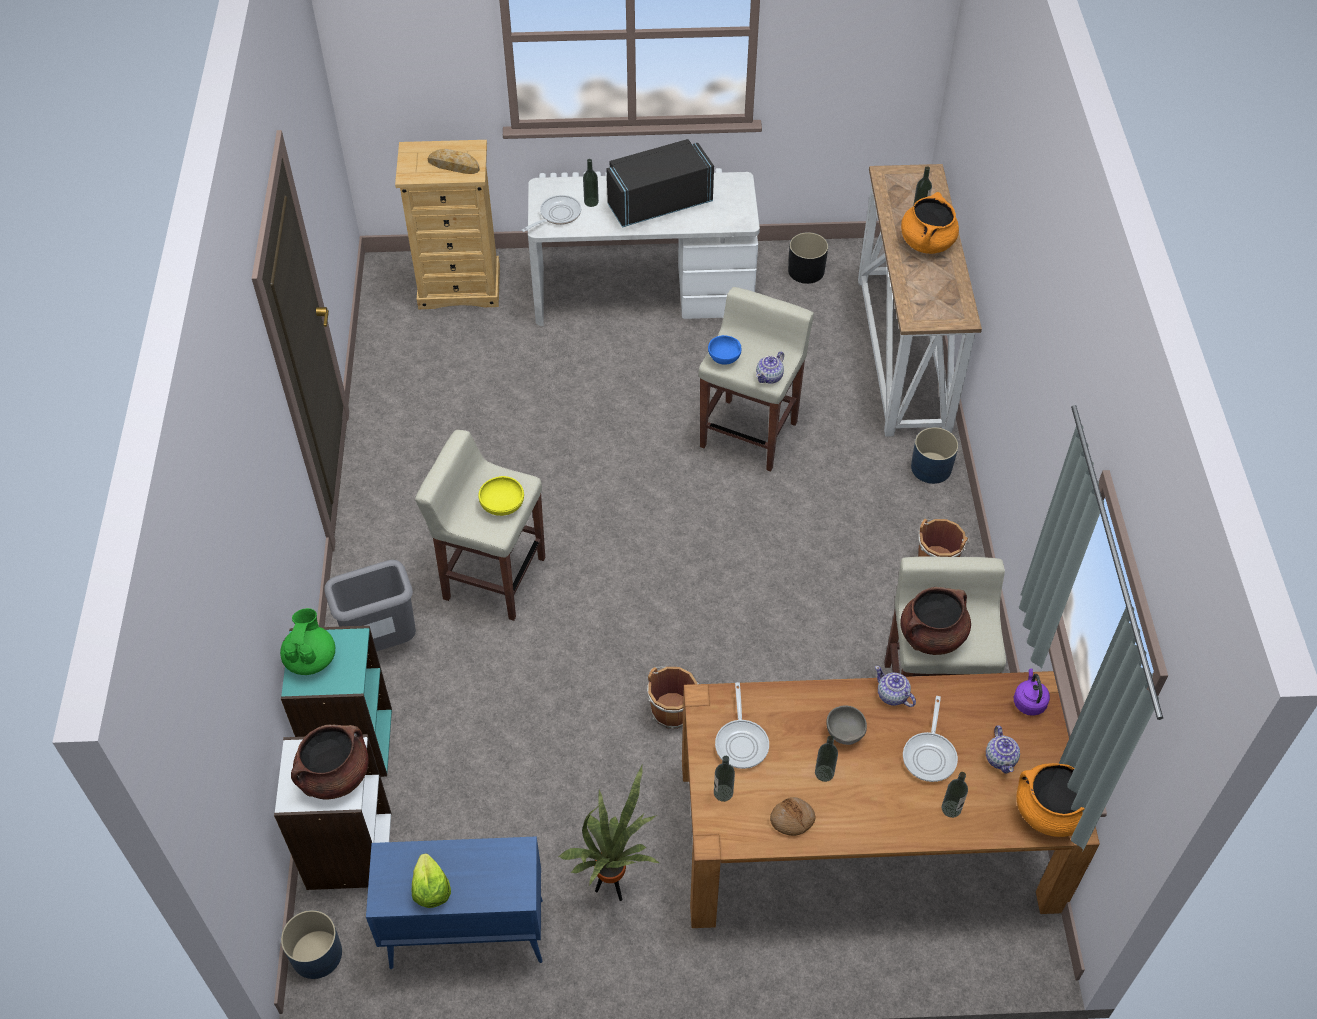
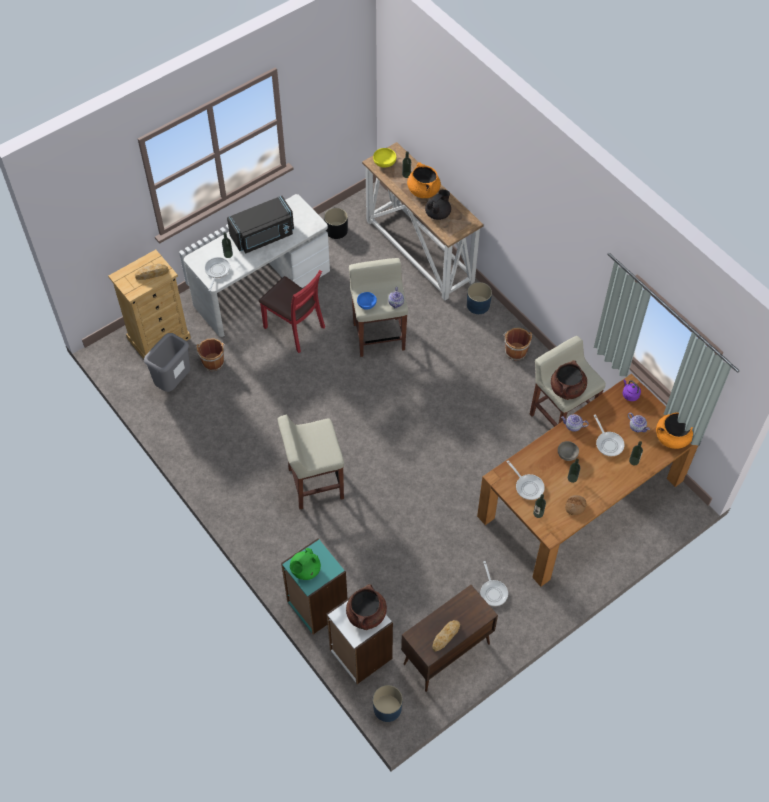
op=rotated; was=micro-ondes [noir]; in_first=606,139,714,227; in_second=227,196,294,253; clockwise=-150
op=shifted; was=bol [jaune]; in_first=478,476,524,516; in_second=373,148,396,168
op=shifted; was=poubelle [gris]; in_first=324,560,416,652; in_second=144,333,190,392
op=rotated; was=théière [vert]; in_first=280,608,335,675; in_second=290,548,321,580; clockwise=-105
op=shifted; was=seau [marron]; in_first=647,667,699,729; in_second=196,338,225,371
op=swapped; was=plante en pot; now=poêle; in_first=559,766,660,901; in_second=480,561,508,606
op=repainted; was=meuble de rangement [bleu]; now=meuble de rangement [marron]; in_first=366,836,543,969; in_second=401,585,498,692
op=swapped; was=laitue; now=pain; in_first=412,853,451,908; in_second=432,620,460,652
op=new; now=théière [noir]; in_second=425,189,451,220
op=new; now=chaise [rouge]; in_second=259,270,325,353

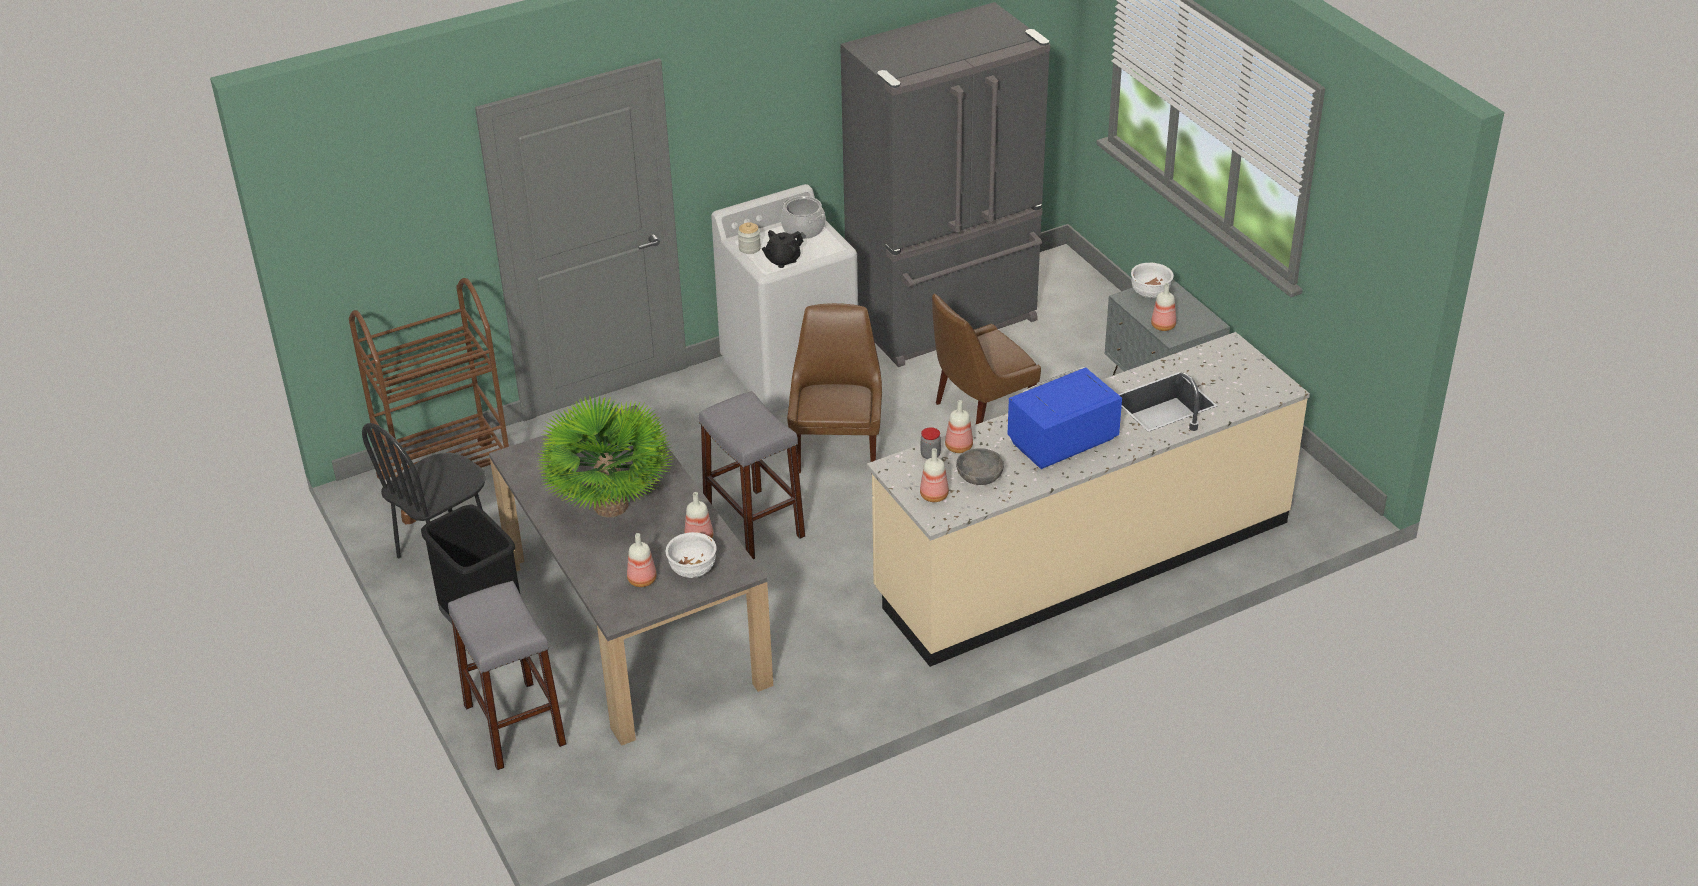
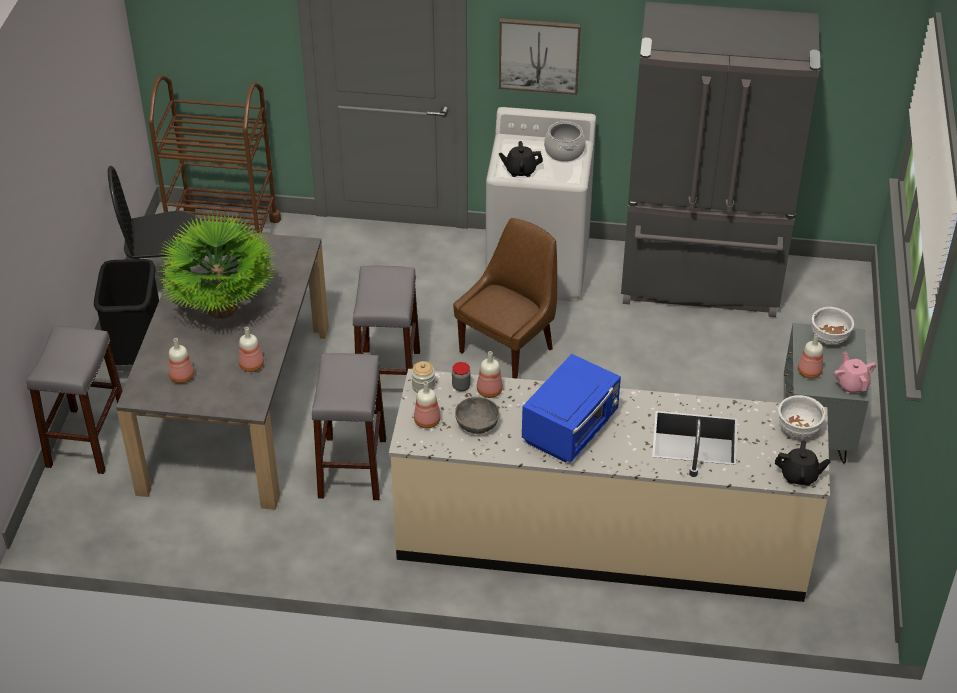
op=shifted; was=bocal; in_first=738,222,761,254; in_second=411,361,435,393
op=gone; was=chaise [marron]; in_first=932,293,1041,424
op=rotated; was=micro-ondes [bleu]; in_first=1007,367,1122,469; in_second=522,354,621,463; clockwise=120
op=shifted; was=bol [blanc]; in_first=665,532,717,578; in_second=778,395,825,438
op=new; now=tableau; in_second=499,18,581,95
op=new; now=théière [rose]; in_second=834,352,876,394
op=new; now=tabouret [gris]; in_second=312,353,386,500
op=new; now=théière [noir]; in_second=775,440,830,486

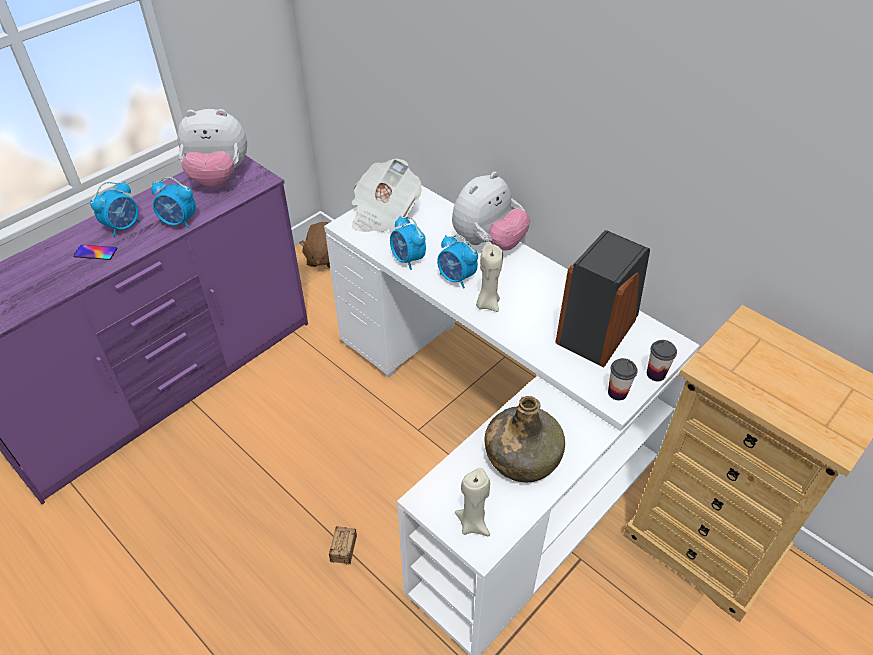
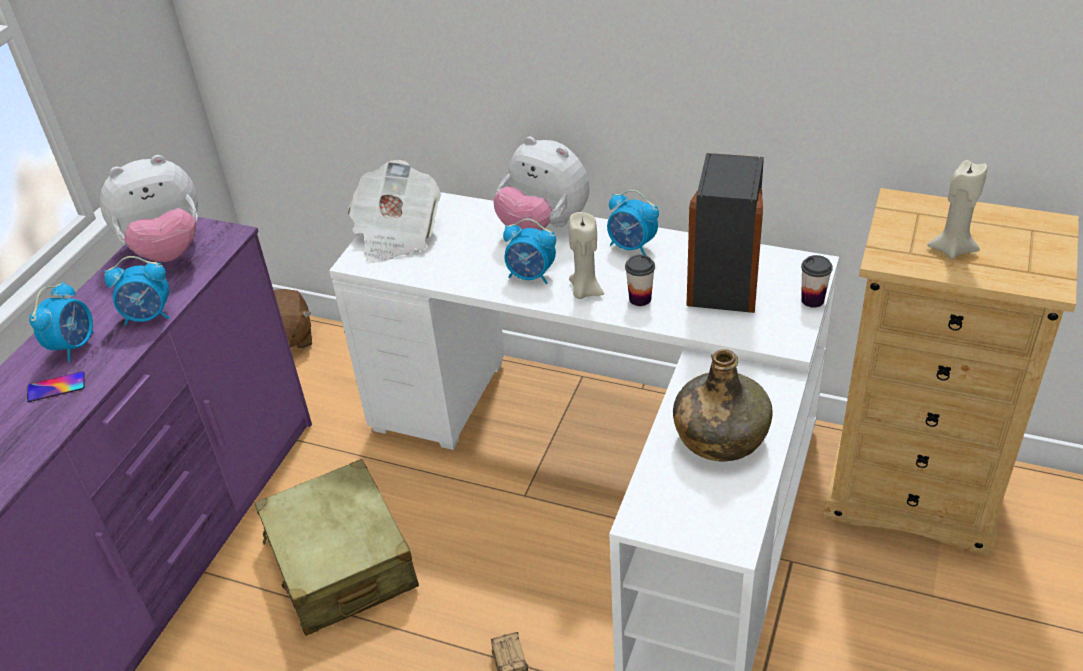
op=rotated; was=peluche; in_first=452,172,530,251; in_second=493,136,589,231; clockwise=105
op=shifted; was=réveil; in_first=390,216,426,270; in_second=607,190,659,255
op=shifted; was=tasse; in_first=608,358,638,401; in_second=625,255,655,306
op=shifted; was=bougie [beige]; in_first=455,468,490,536; in_second=927,160,987,260
op=new; now=valise [beige]; in_second=255,459,419,636

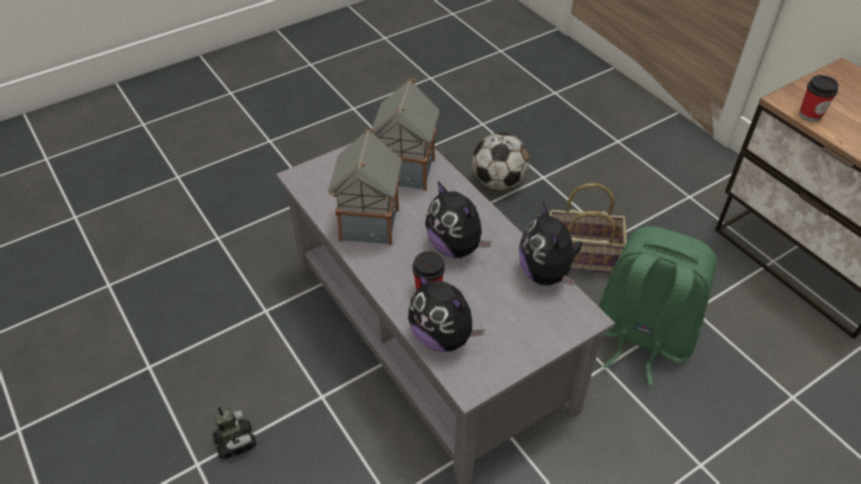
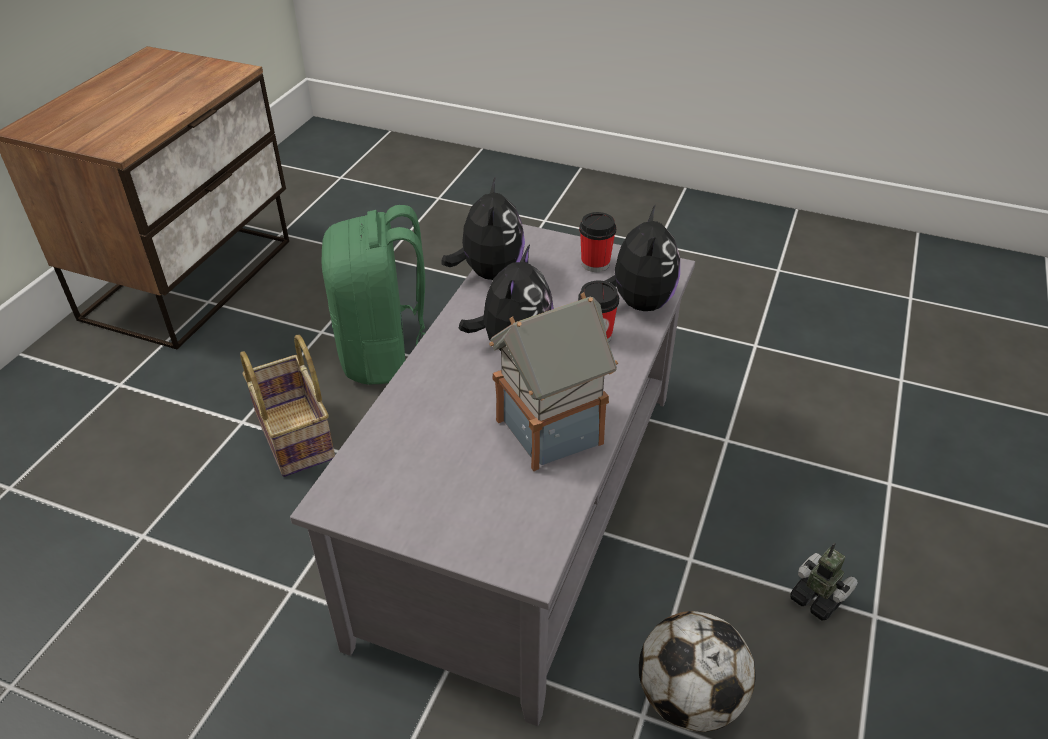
op=shifted; was=tasse; in_first=799,75,839,122; in_second=579,212,616,272
op=gone; was=maison miniature; in_first=372,78,440,191
op=shifted; was=ballon de foot; in_first=472,132,529,190; in_second=639,611,756,732
op=rotated; was=peluche; in_first=519,202,582,286; in_second=441,176,525,280; clockwise=-45
op=rotated; was=robot jouet; in_first=213,406,256,459; in_second=791,543,858,621; clockwise=105

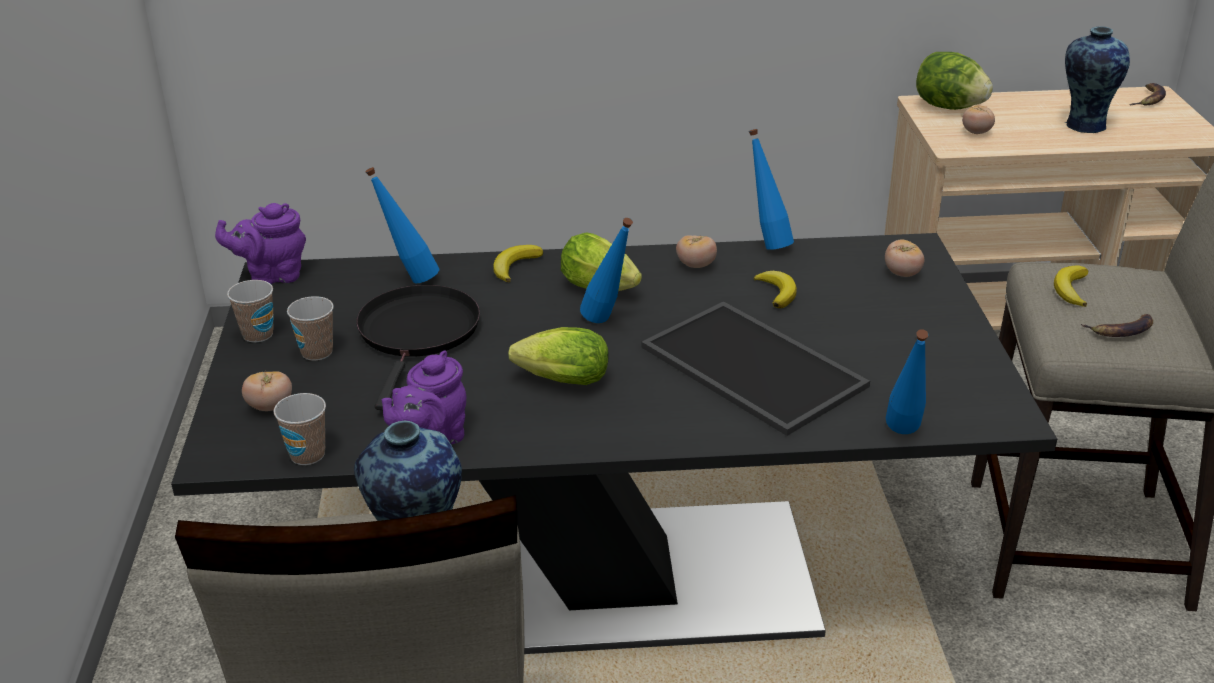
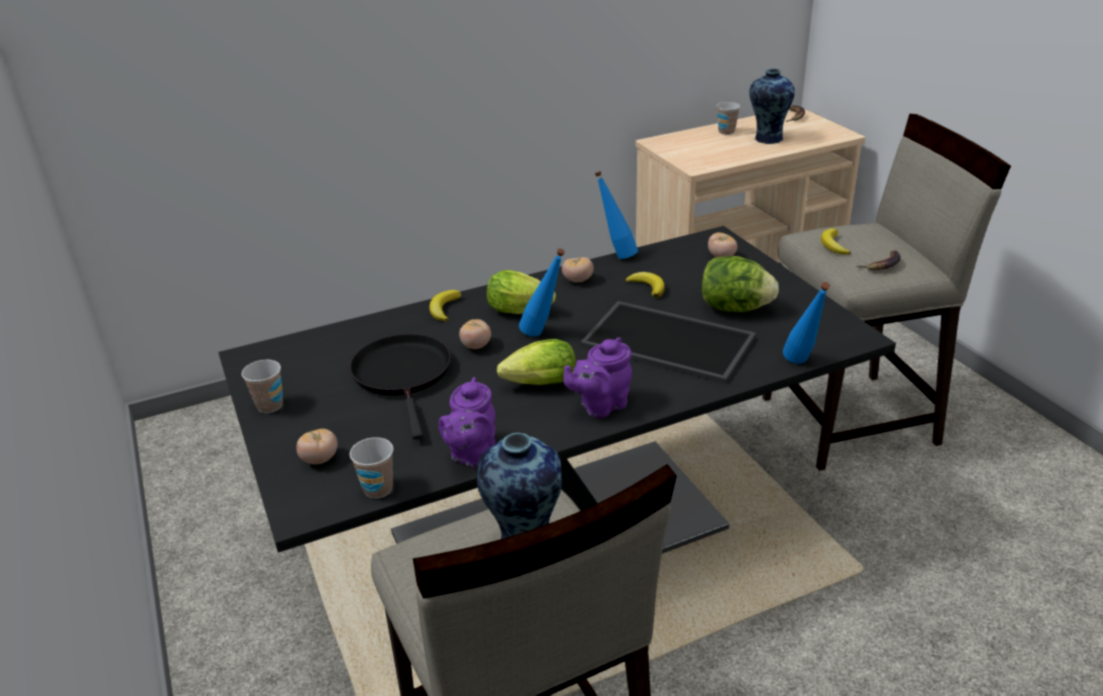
op=shifted; was=laitue; in_first=916,52,993,110; in_second=702,256,779,312
op=shifted; was=tomate; in_first=962,105,995,134; in_second=459,319,491,349
op=gone; was=bouteille [bleu]; in_first=366,167,439,283
op=shifted; was=théière [violet]; in_first=215,203,306,284; in_second=563,337,632,418
op=shifted; was=tasse; in_first=287,296,334,361; in_second=717,102,740,135

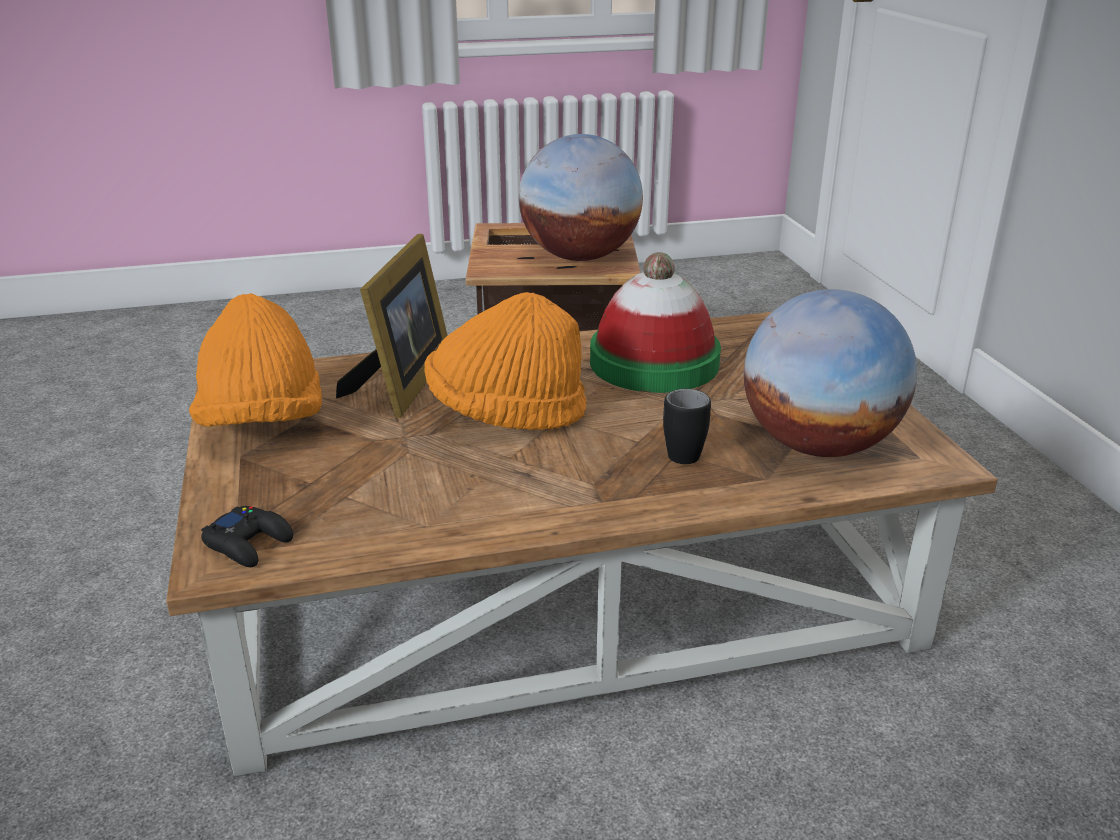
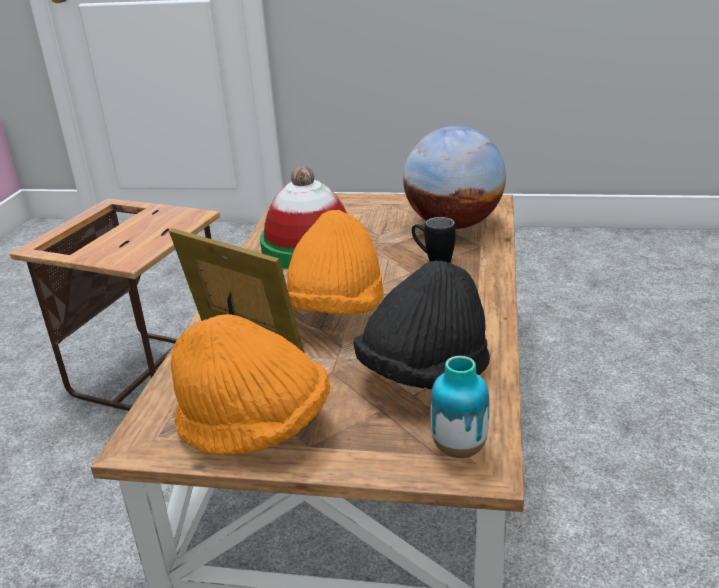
op=gone; was=globe; in_first=519,134,643,261
op=swapped; was=manette [noir]; now=vase; in_first=201,506,293,567; in_second=430,356,490,458
op=new; now=chapeau [noir]; in_second=353,260,490,389

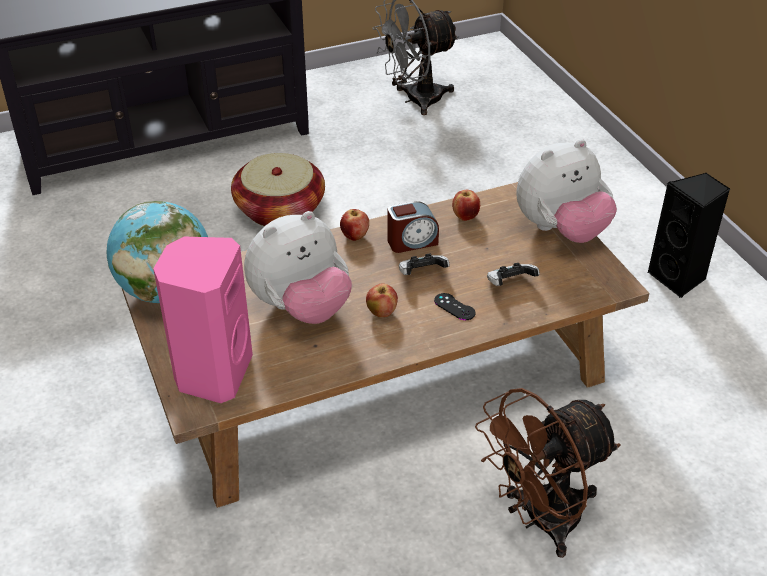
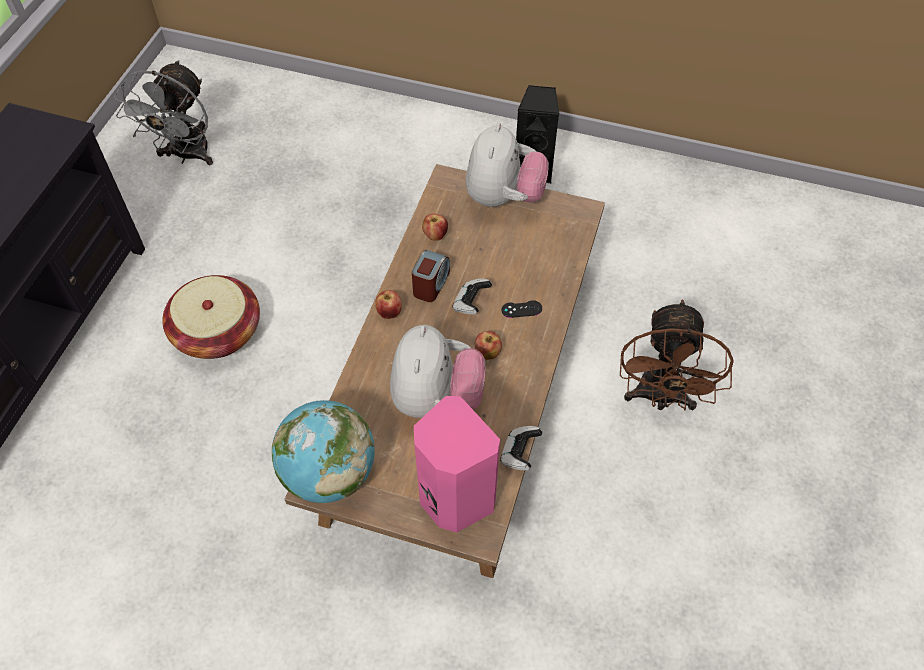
op=shifted; was=manette; in_first=487,263,540,286; in_second=500,426,542,470

